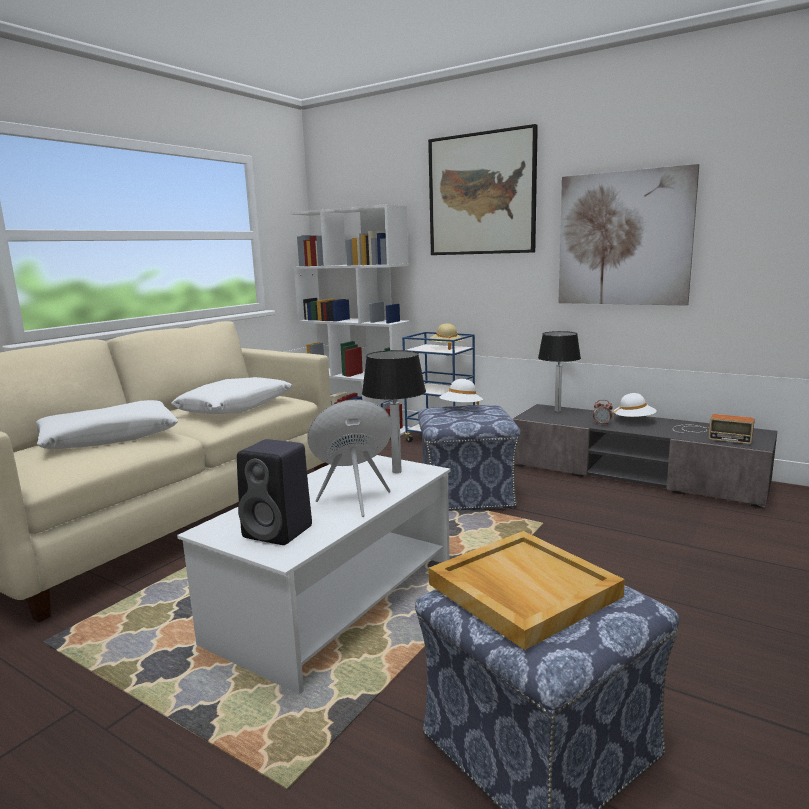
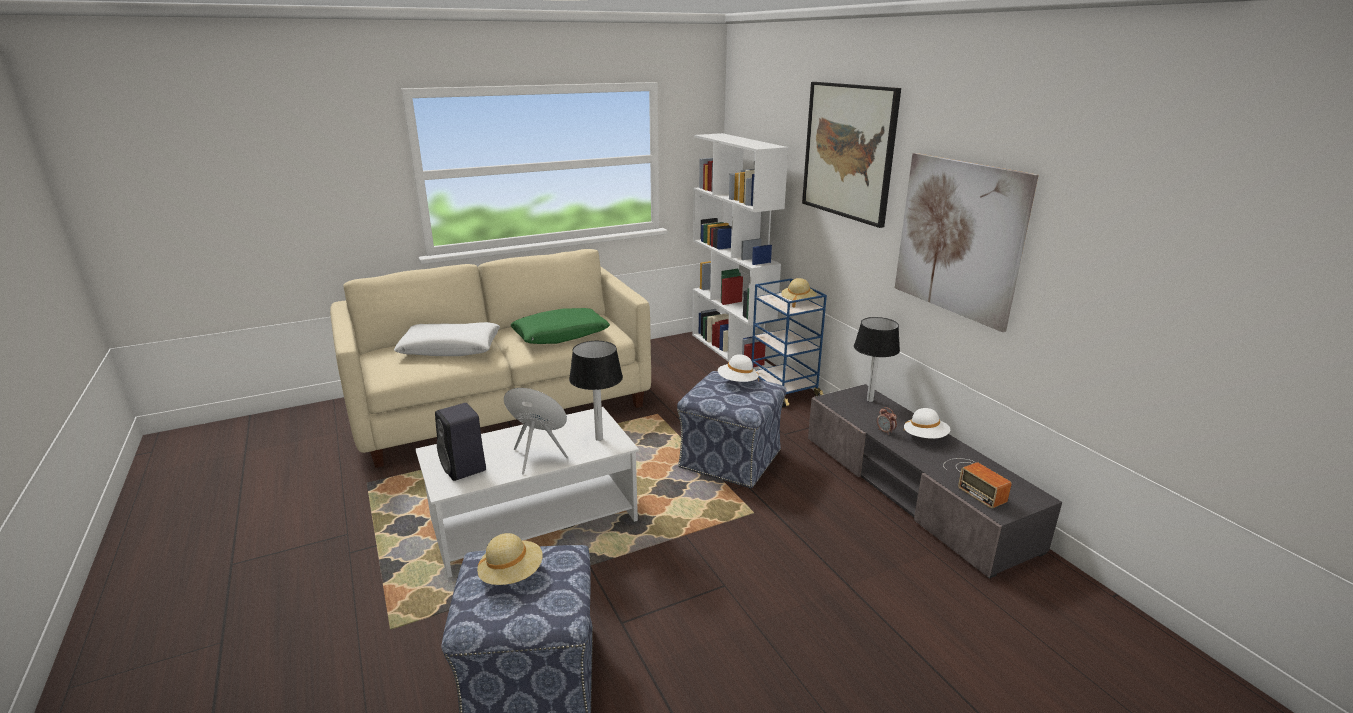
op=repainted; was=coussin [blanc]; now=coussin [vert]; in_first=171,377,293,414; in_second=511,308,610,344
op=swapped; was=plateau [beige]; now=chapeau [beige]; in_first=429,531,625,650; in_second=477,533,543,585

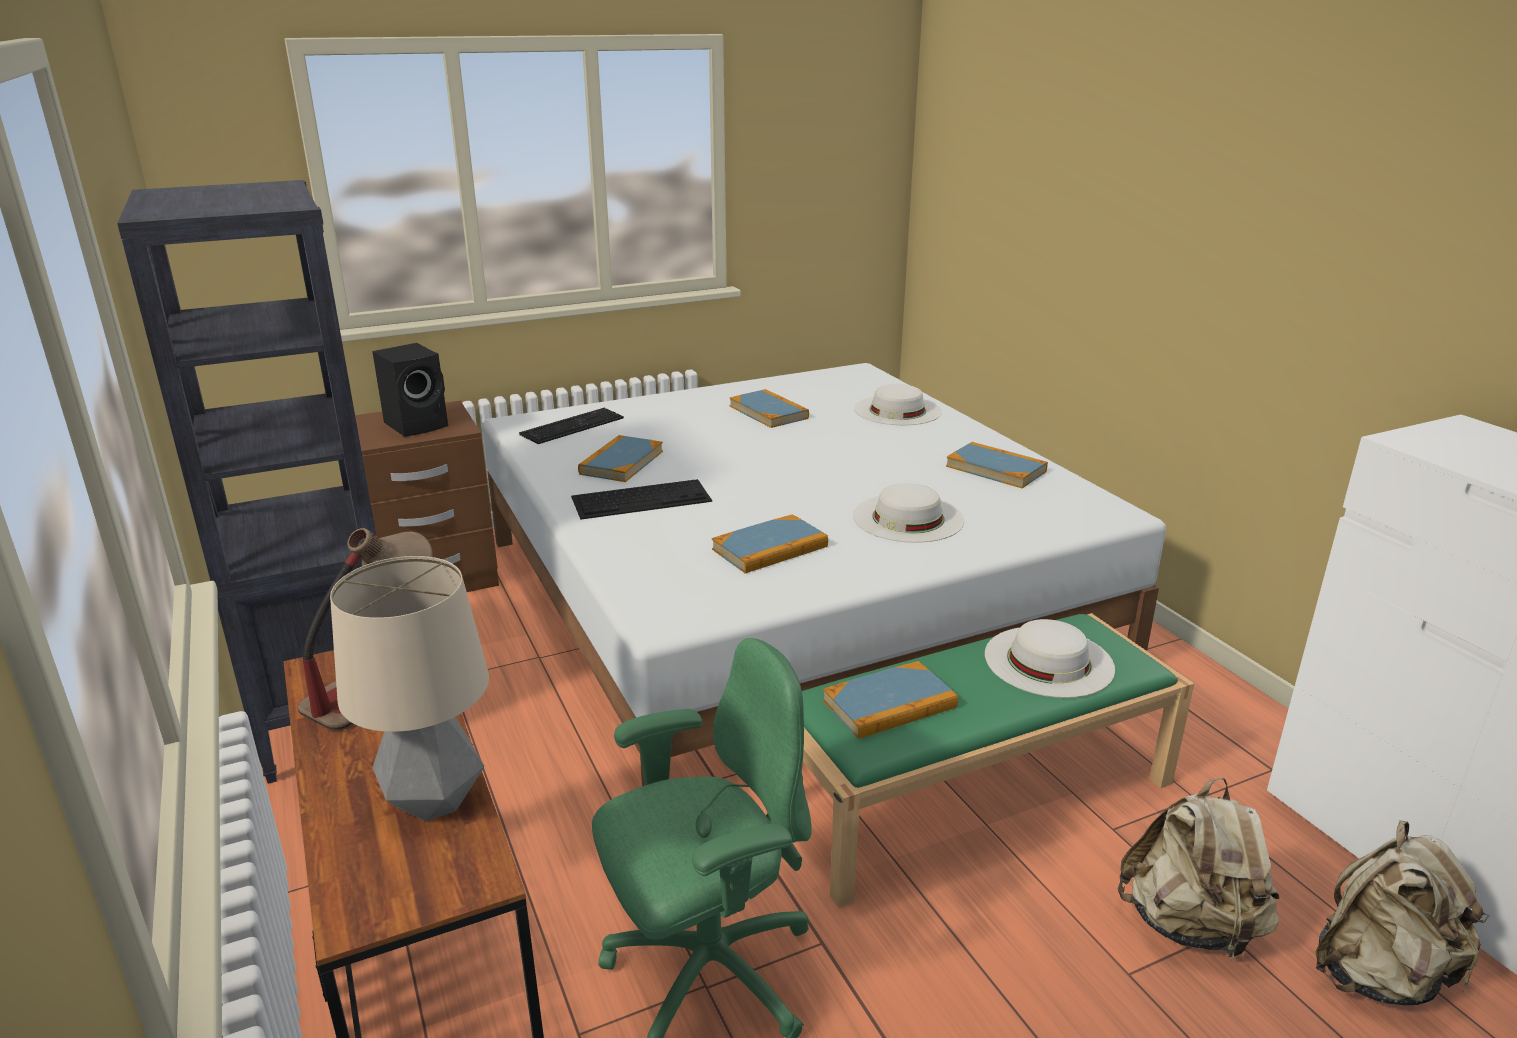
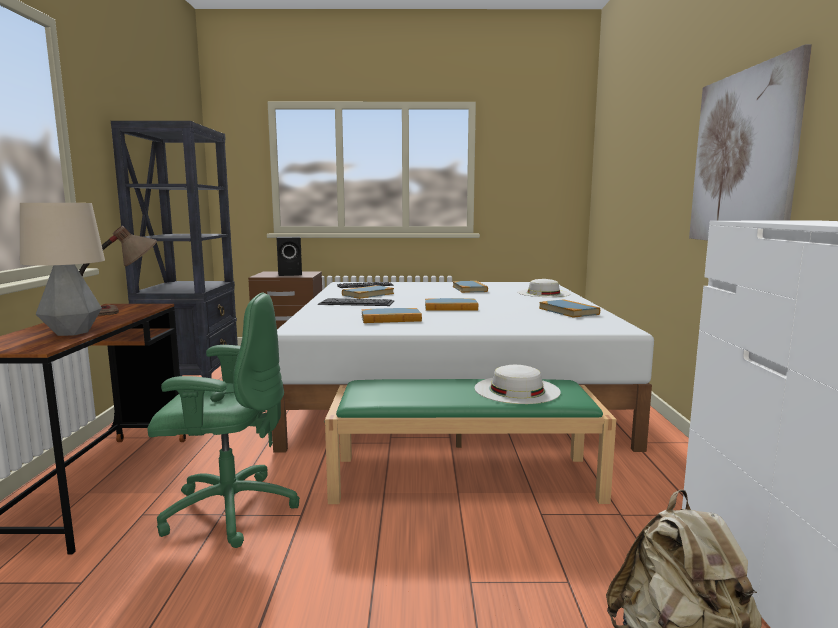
op=gone; was=chapeau [blanc]; in_first=853,483,964,543
op=shifted; was=livre; in_first=823,661,958,739; in_second=425,298,478,311
op=gone; was=sac à dos [beige]; in_first=1118,777,1280,961
op=new; now=tableau; in_second=689,44,812,241

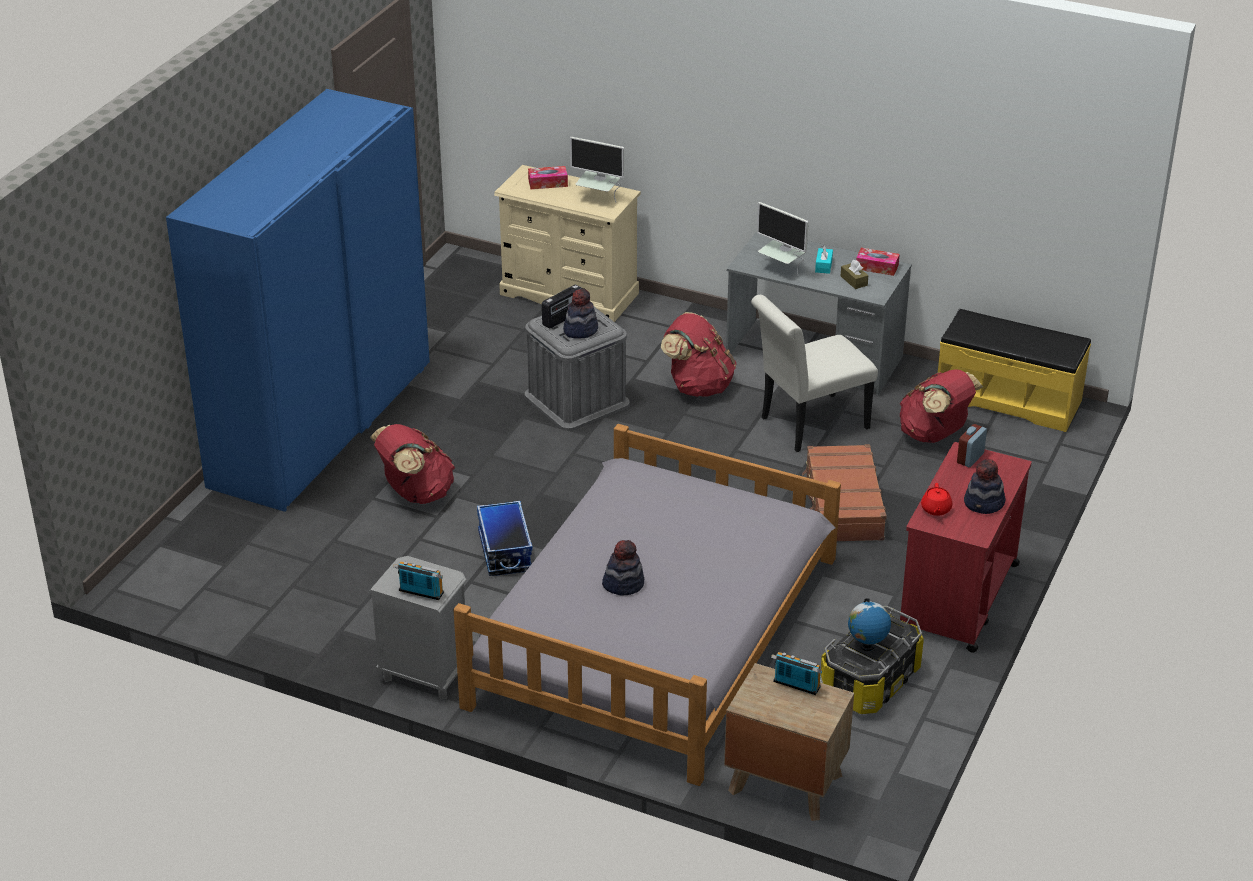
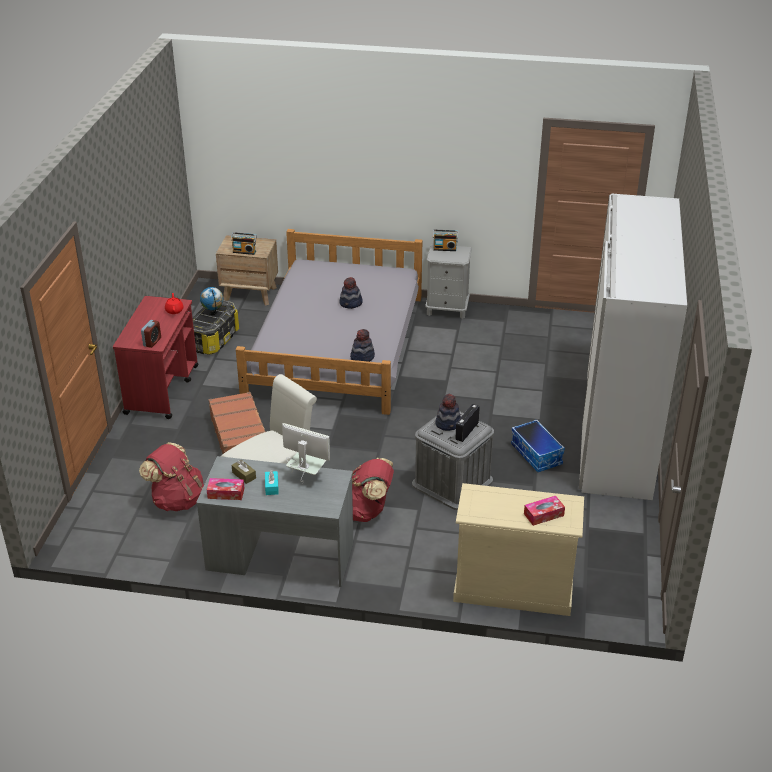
op=repainted; was=armoire [bleu]; now=armoire [blanc]; in_first=166,89,430,512; in_second=579,194,687,500
op=gone; was=écran d'ordinateur; in_first=570,137,624,202
op=gone; was=banc [jaune]; in_first=937,309,1091,432
op=gone; was=sac à dos [rouge]; in_first=370,424,455,504
op=shifted; was=chapeau; in_first=964,459,1006,514; in_second=350,329,375,362
op=shifted; was=boîte de rangement; in_first=477,501,533,576; in_second=511,420,565,472

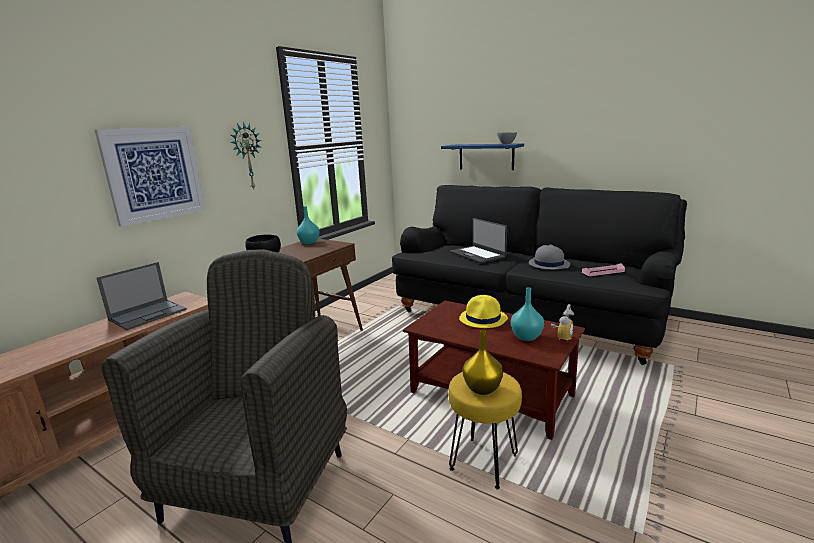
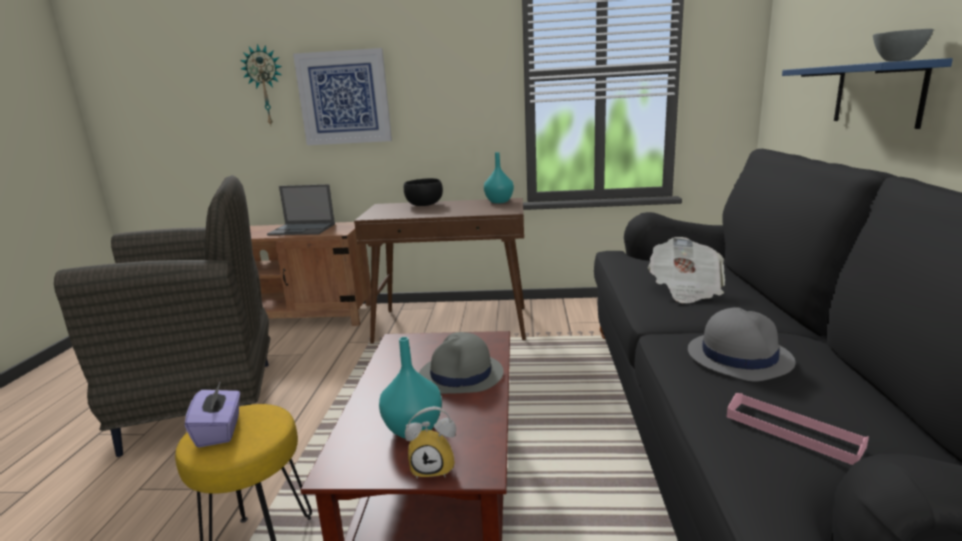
op=shifted; was=horloge murale; in_first=230,122,261,190; in_second=240,44,282,125
op=swapped; was=ordinateur portable; now=journal; in_first=450,218,507,263; in_second=648,237,725,303
op=repainted; was=chapeau [jaune]; now=chapeau [gris]; in_first=459,295,508,328; in_second=419,332,503,394
op=swapped; was=vase [jaune]; now=boîte à mouchoirs [violet]; in_first=463,330,503,395; in_second=185,381,240,448

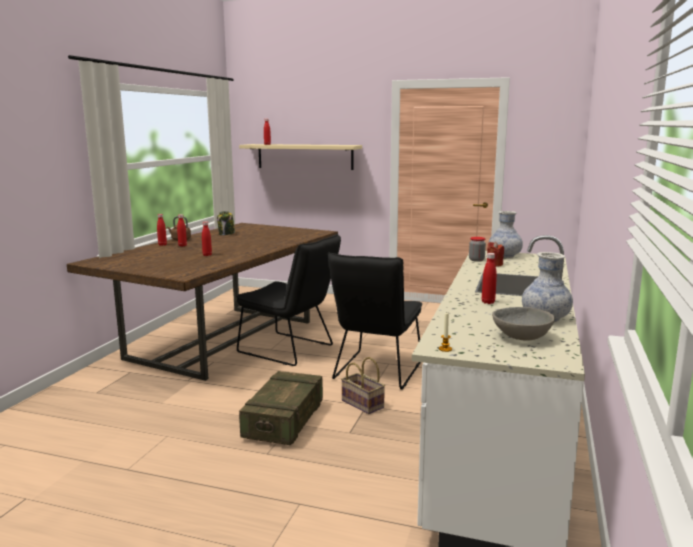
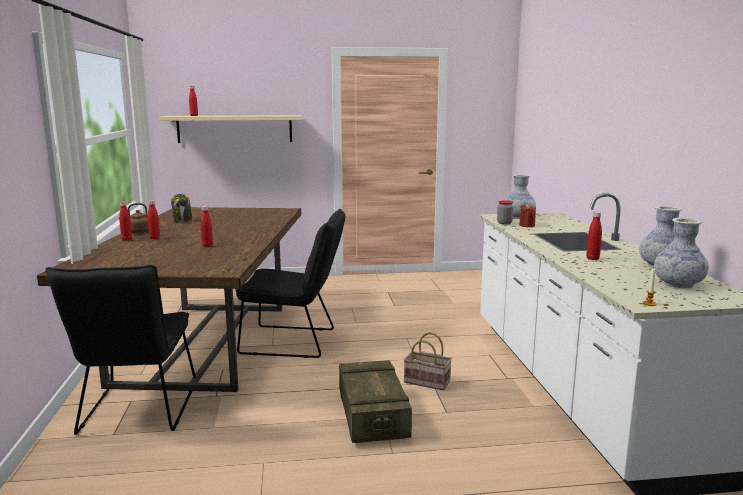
op=shifted; was=chaise [noir]; in_first=327,252,422,390; in_second=45,265,196,435
op=swapped; was=bol [gris]; now=vase; in_first=492,307,555,341; in_second=654,217,709,288

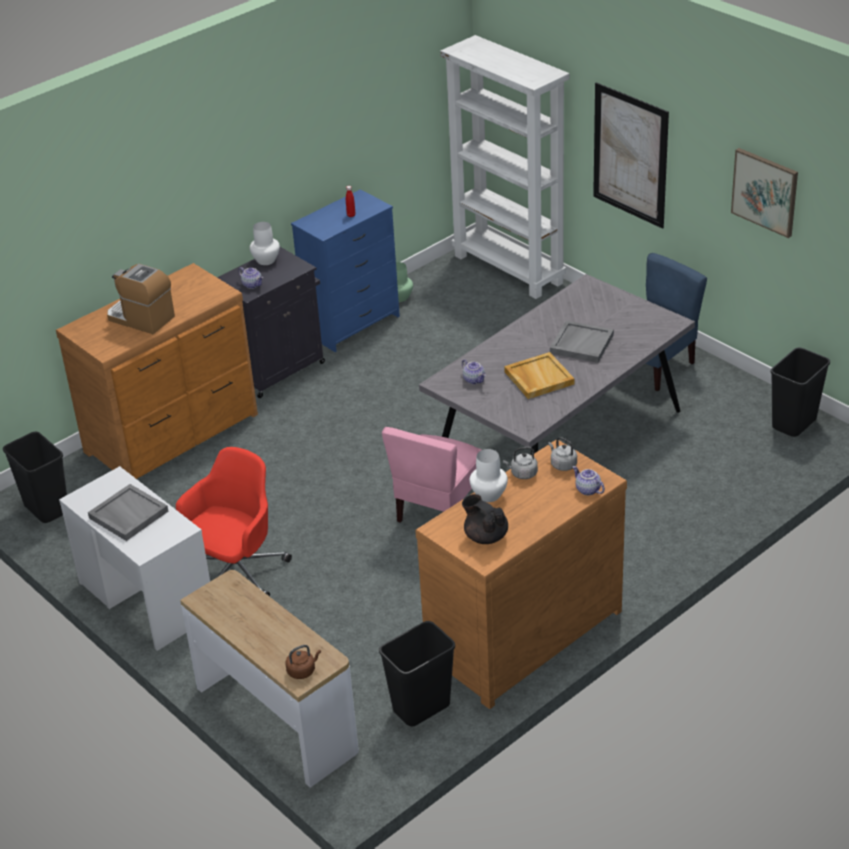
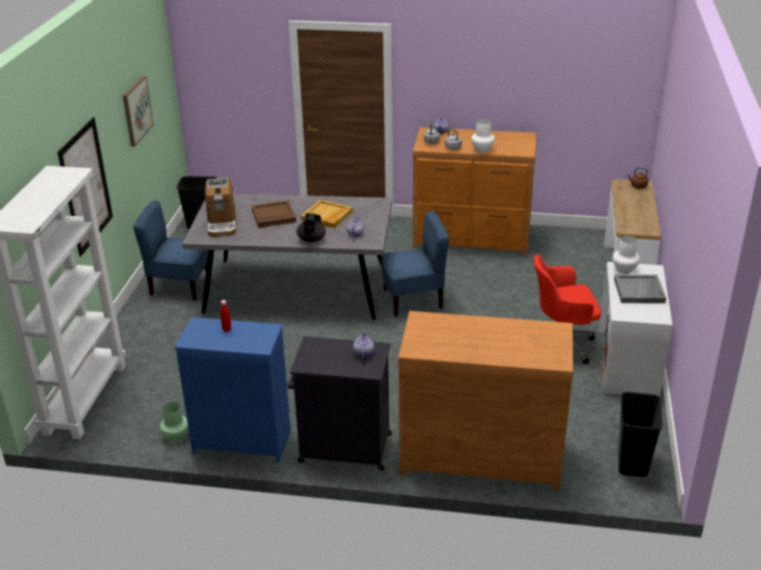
op=shifted; was=vase [blanc]; in_first=250,222,280,265; in_second=613,236,640,274
op=shifted; was=machine à café; in_first=107,264,175,334; in_second=205,178,236,237
op=repainted; was=plateau [gris]; now=plateau [marron]; in_first=550,321,614,363; in_second=252,201,296,228
op=repainted; was=chaise [rose]; now=chaise [bleu]; in_first=382,427,481,523; in_second=381,211,449,317
op=shifted; was=théière [noir]; in_first=462,494,508,544; in_second=297,213,326,243
op=gone; was=poubelle [noir]; in_first=379,621,455,726

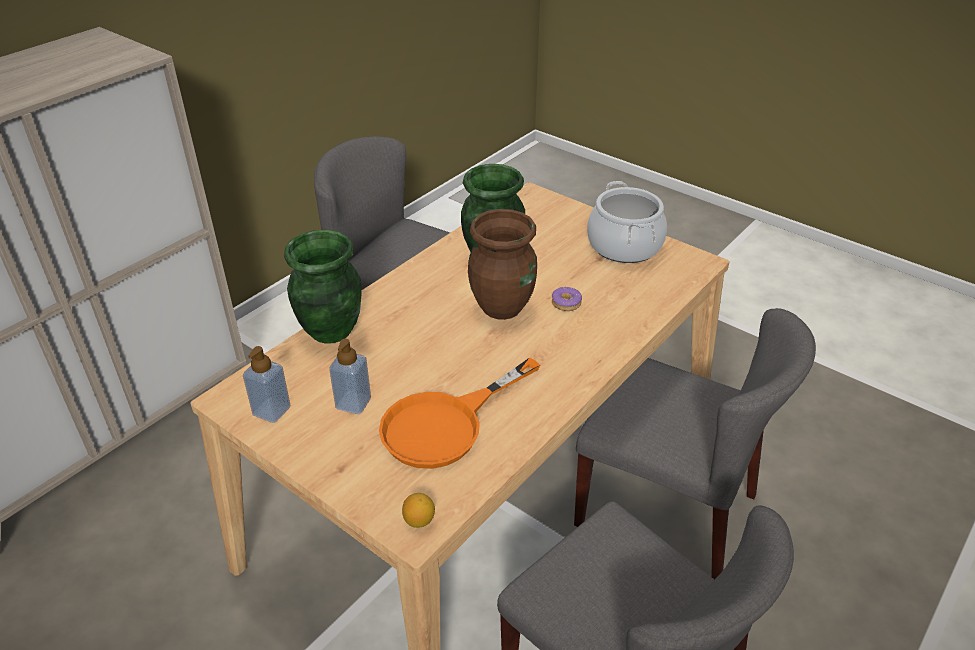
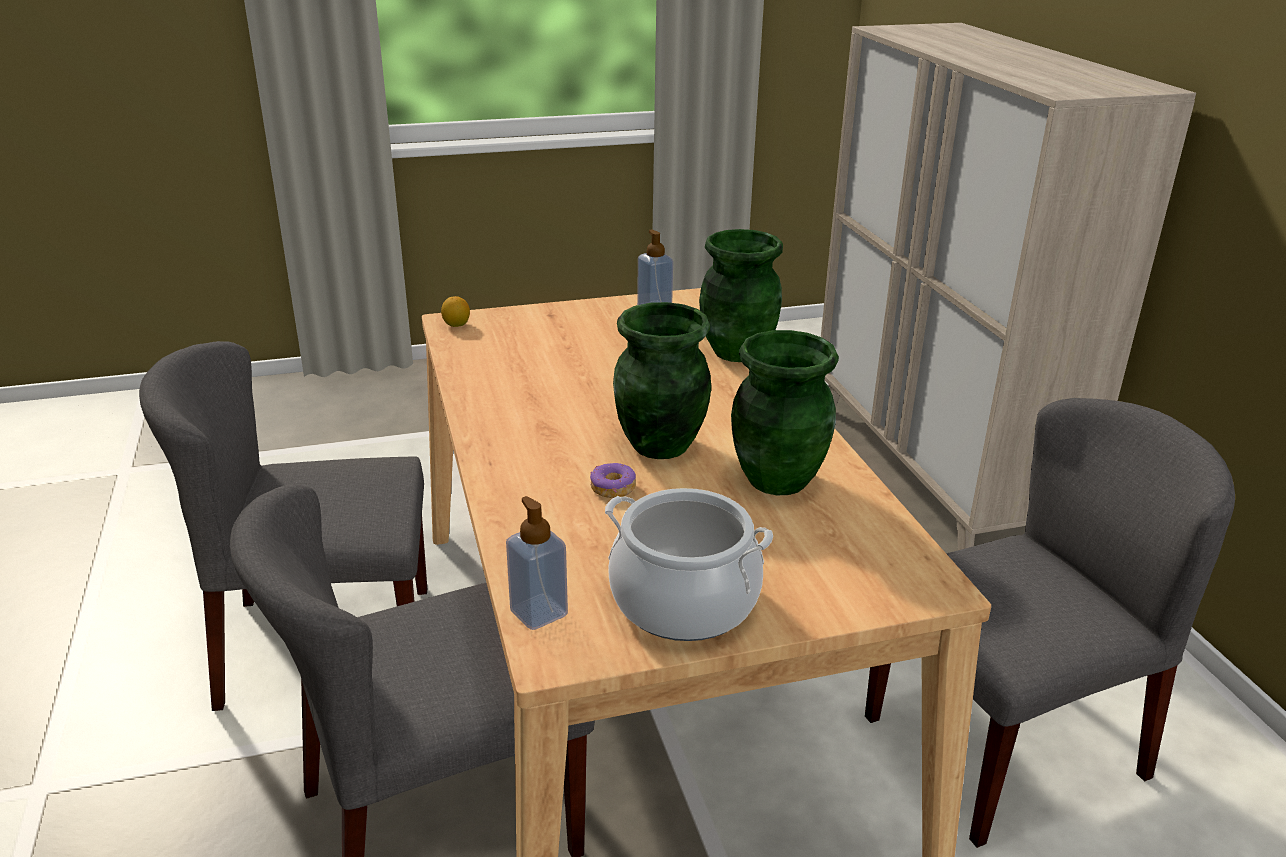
op=repainted; was=vase [marron]; now=vase [vert]; in_first=468,209,537,320; in_second=613,302,711,459
op=shifted; was=distributeur de savon; in_first=329,339,371,414; in_second=506,496,568,630
op=gone; was=poêle [orange]; in_first=379,358,540,469

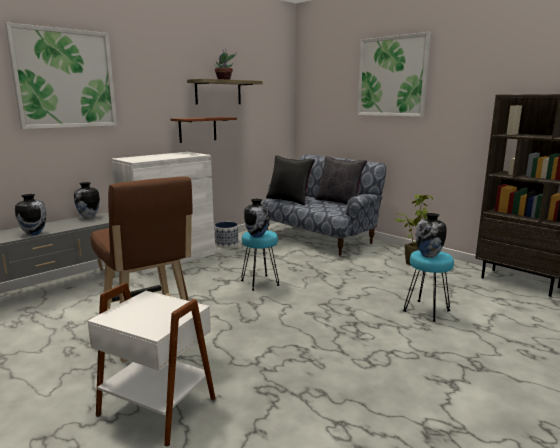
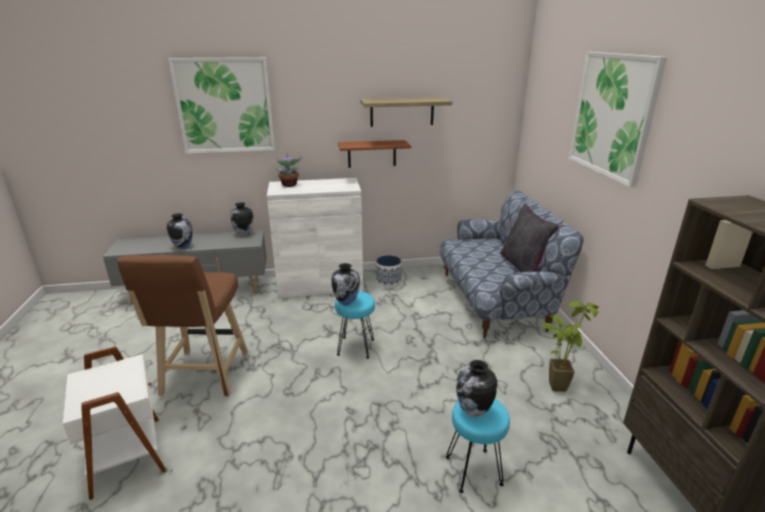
op=shifted; was=plante en pot; in_first=214,50,237,80; in_second=275,152,302,187
op=gone; was=coussin [noir]; in_first=266,155,315,205

